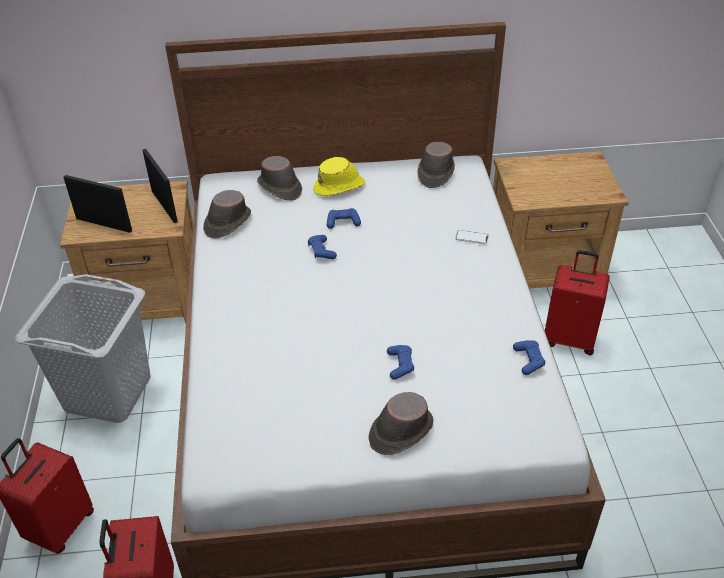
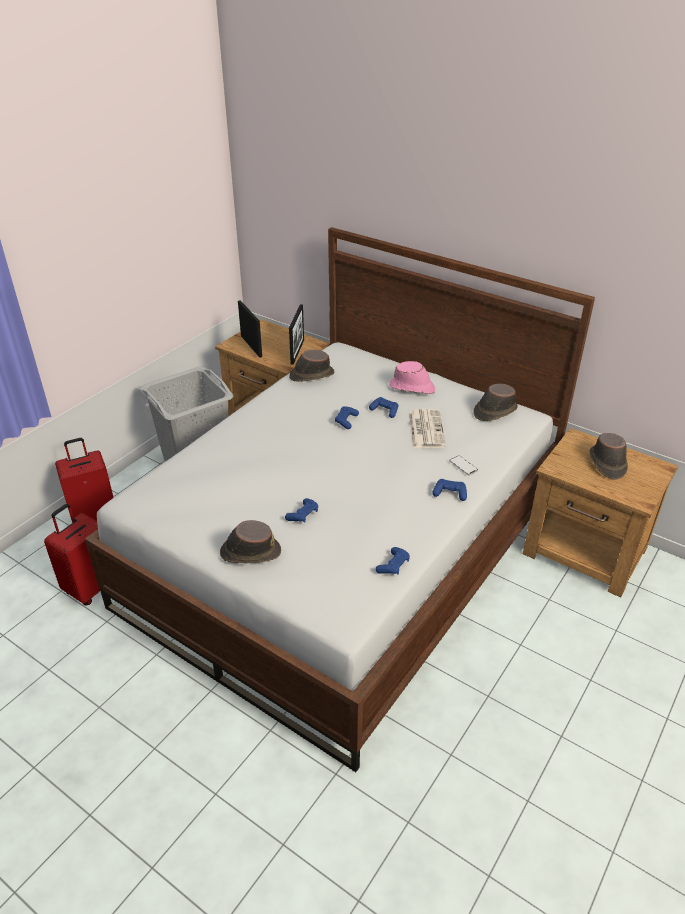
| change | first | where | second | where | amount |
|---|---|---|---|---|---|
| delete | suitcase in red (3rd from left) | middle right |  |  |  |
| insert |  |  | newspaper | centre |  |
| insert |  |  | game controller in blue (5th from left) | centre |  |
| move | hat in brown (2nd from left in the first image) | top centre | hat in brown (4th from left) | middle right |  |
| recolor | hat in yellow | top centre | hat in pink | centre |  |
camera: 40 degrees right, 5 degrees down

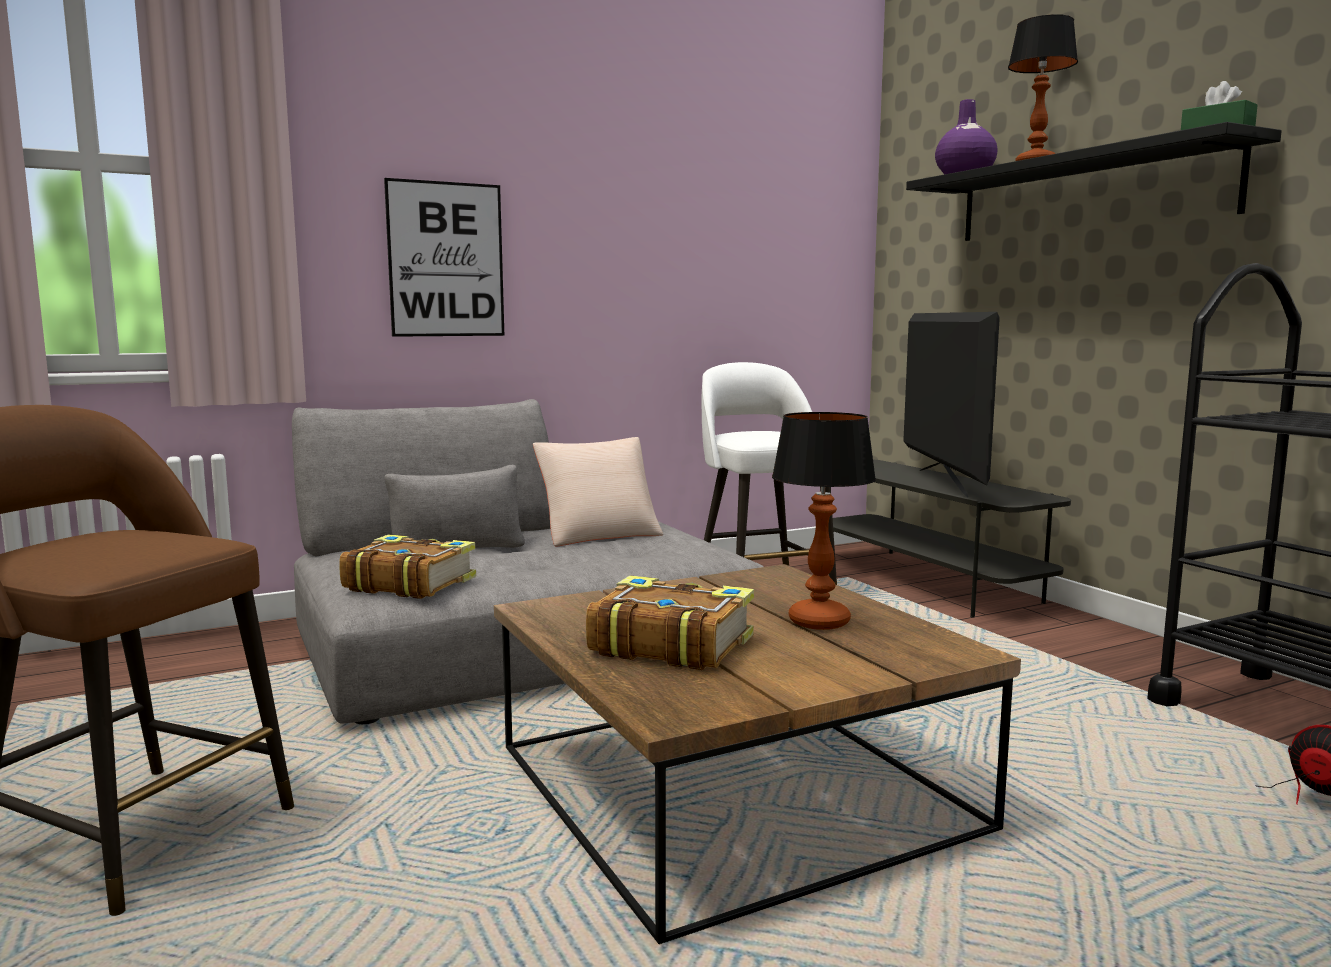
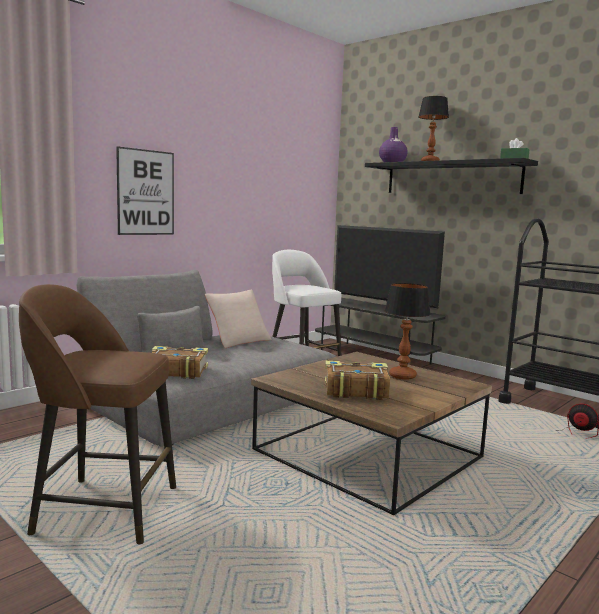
| change | first | where | second | where | amount |
|---|---|---|---|---|---|
| rotate | television | middle right |  | centre | 150 degrees clockwise |
camera: 20 degrees left, 0 degrees up

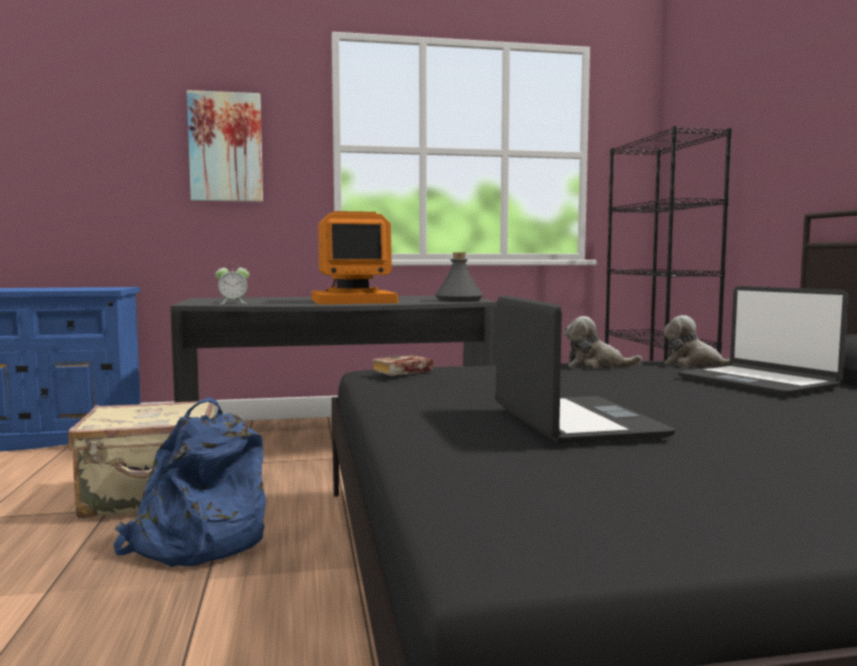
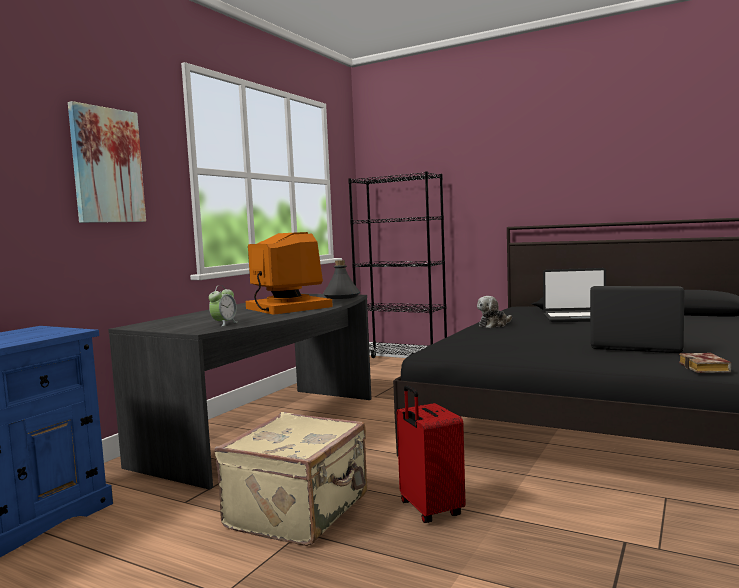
| change | first | where | second | where | amount |
|---|---|---|---|---|---|
| delete | plush toy (2nd from left) | middle right |  |  |  |
| move | book | centre |  | middle right |  |
| replace | backpack in blue | bottom left | suitcase in red | bottom centre |  |
| rotate | monitor | centre |  | centre | 60 degrees counterclockwise |
camera: 50 degrees left, 0 degrees up

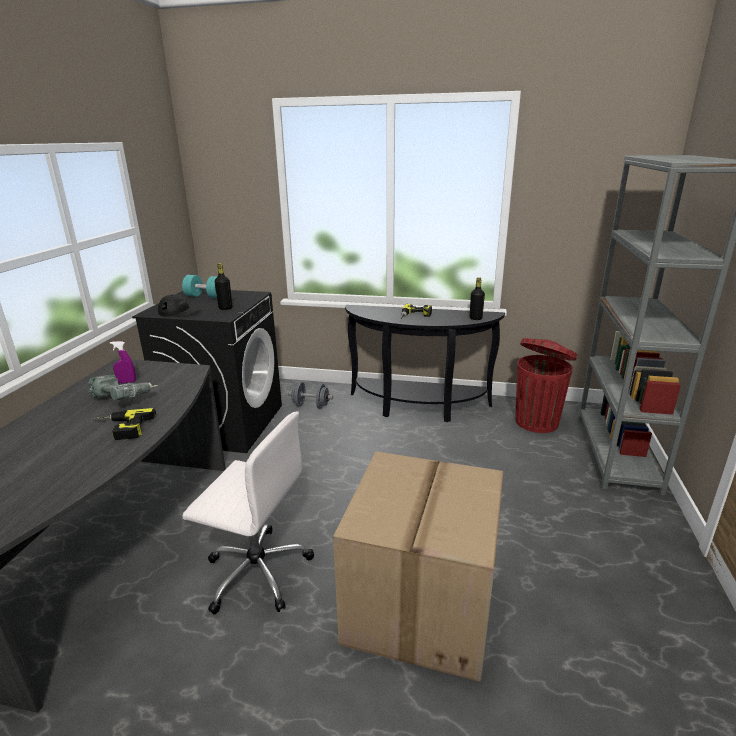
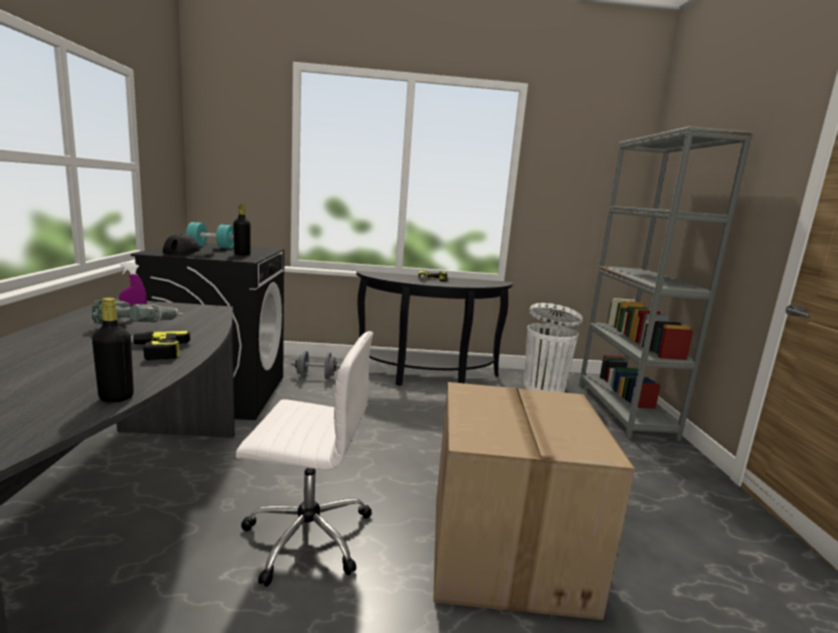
| change | first | where | second | where | amount |
|---|---|---|---|---|---|
| move | bottle in black (2nd from left in the first image) | centre | bottle in black (1st from left) | middle left |  |
| recolor | trash can in red | middle right | trash can in white | centre |  |
camera: 15 degrees left, 10 degrees down

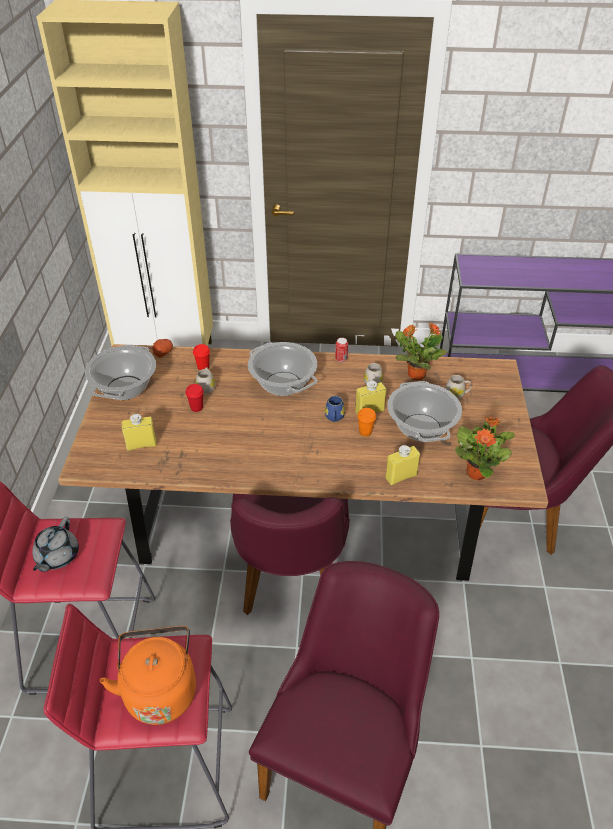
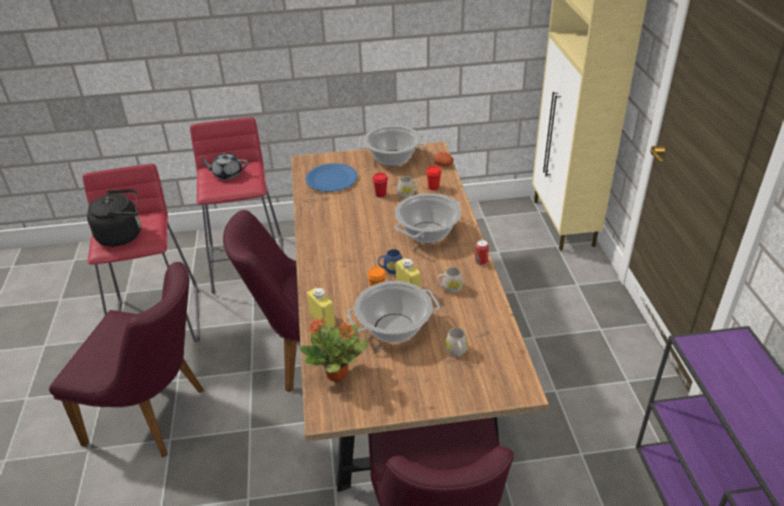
| change | first | where | second | where | amount |
|---|---|---|---|---|---|
| delete | potted plant (1st from left) | middle right |  |  |  |
| replace | bottle in yellow (1st from left) | middle left | plate in blue | centre |  |
| recolor | kettle in orange | bottom left | kettle in black | middle left |  |
camera: 80 degrees right, 5 degrees down

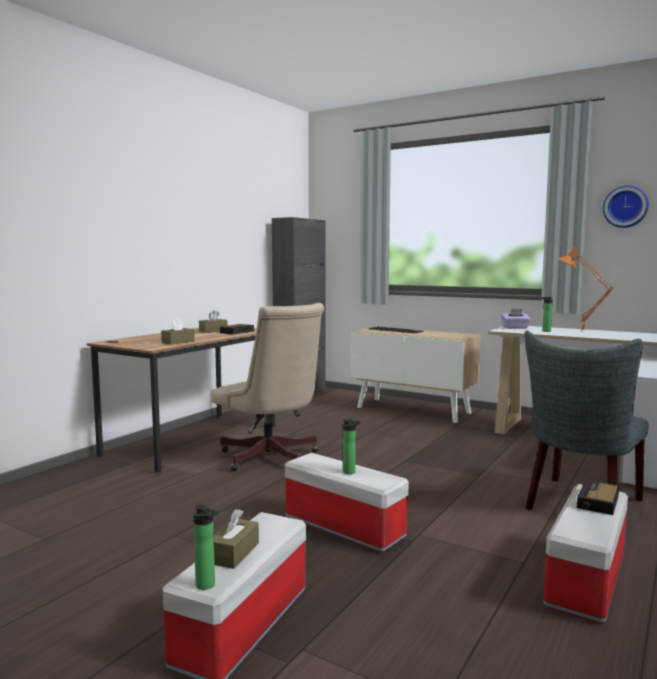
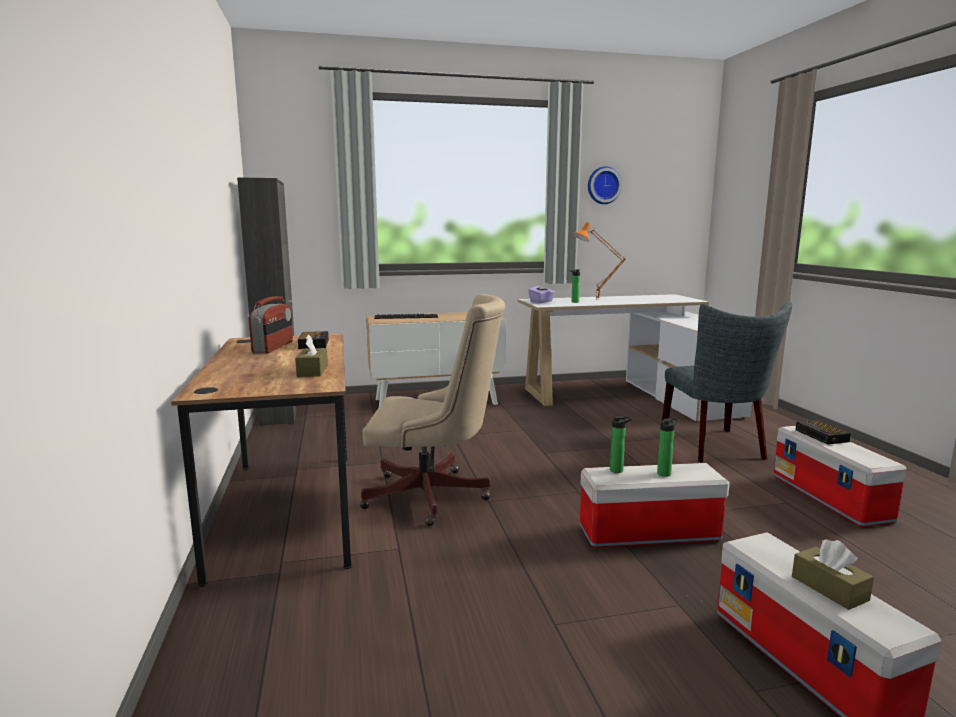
| change | first | where | second | where | amount |
|---|---|---|---|---|---|
| move | bottle (1st from left in the first image) | bottom left | bottle (2nd from left) | centre |  |
| replace | tissue box in brown (2nd from left) | middle left | radio | middle left |  |
camera: 45 degrees left, 5 degrees up

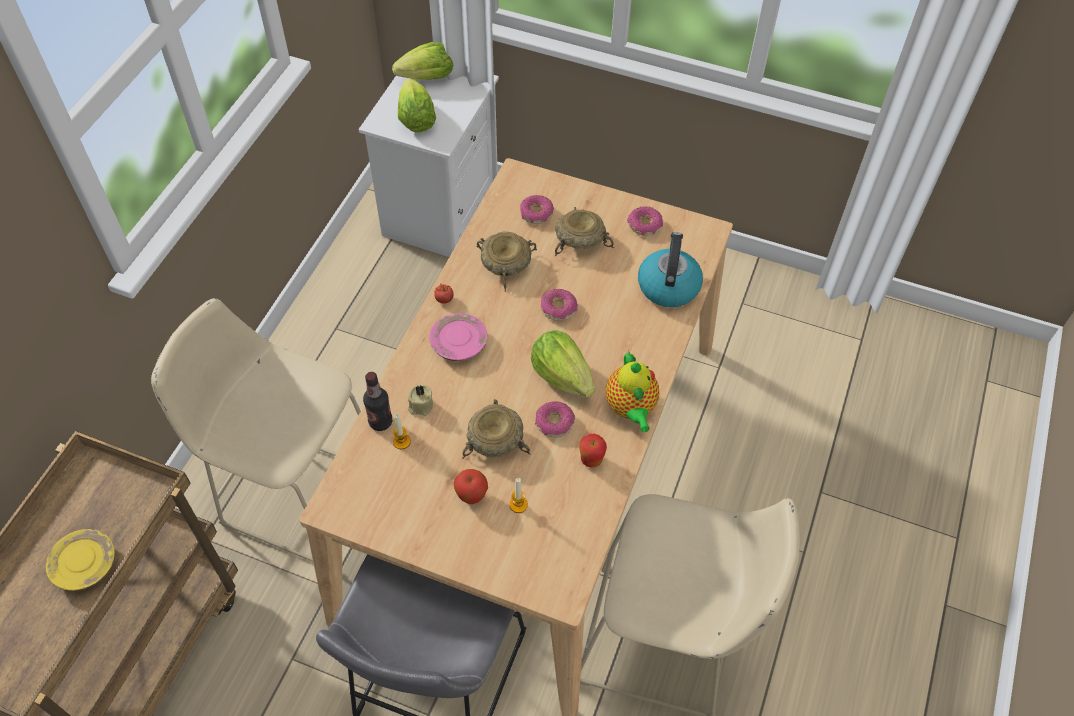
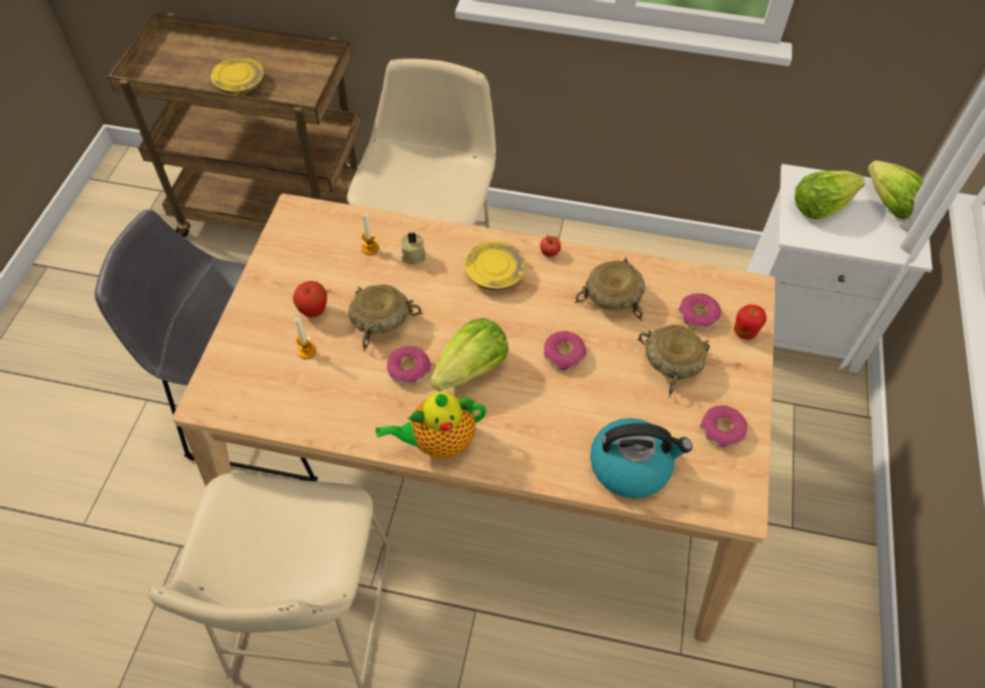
| change | first | where | second | where | amount |
|---|---|---|---|---|---|
| delete | bottle | centre |  |  |  |
| move | apple (2nd from left) | centre |  | middle right |  |
| recolor | plate in pink | centre | plate in yellow (2nd from left) | centre |  |
camera: 80 degrees right, 0 degrees up

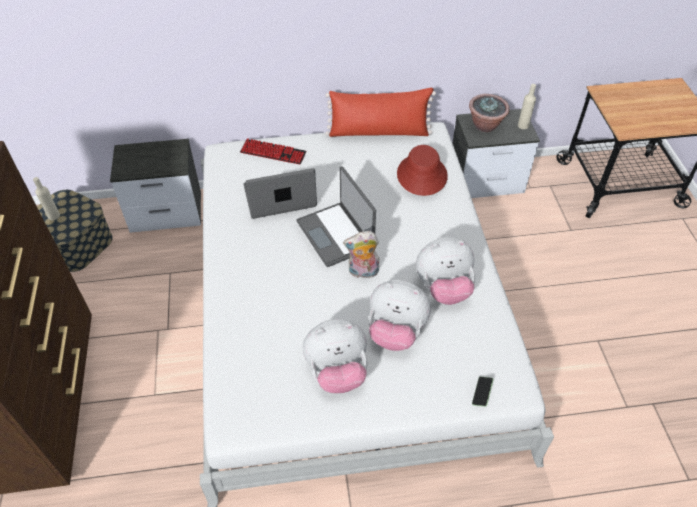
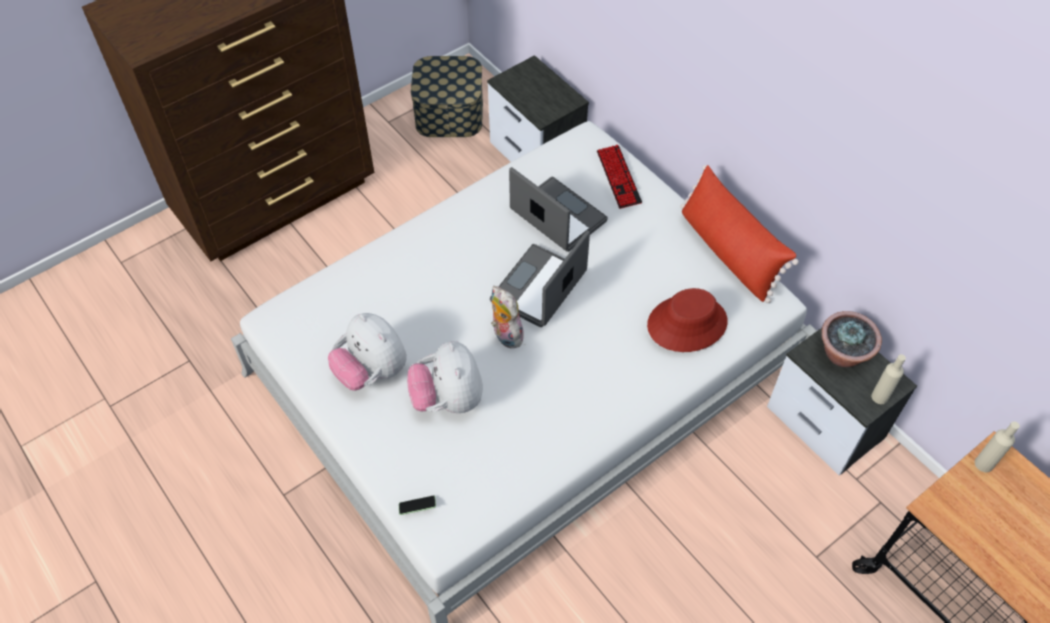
| change | first | where | second | where | amount |
|---|---|---|---|---|---|
| delete | plush toy (4th from left) | centre |  |  |  |
| move | bottle in beige (1st from left in the first image) | middle left | bottle in beige (2nd from left) | bottom right |  |
camera: 60 degrees right, 5 degrees up

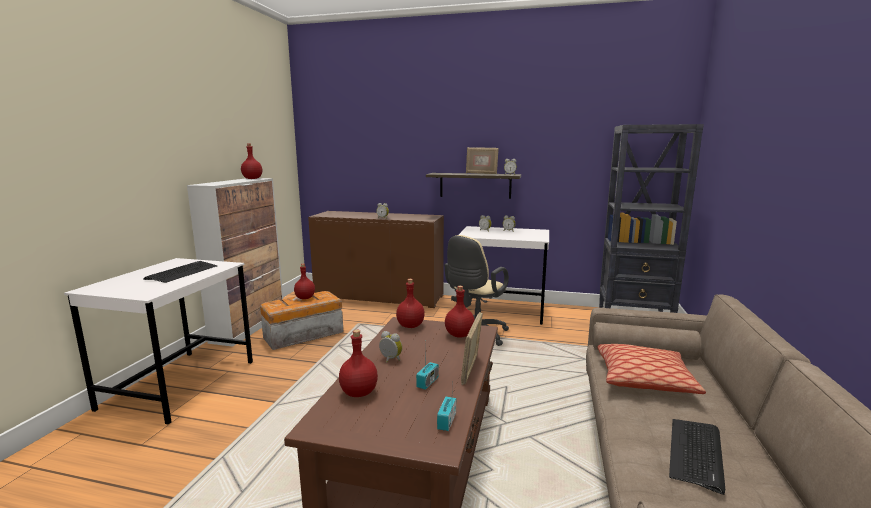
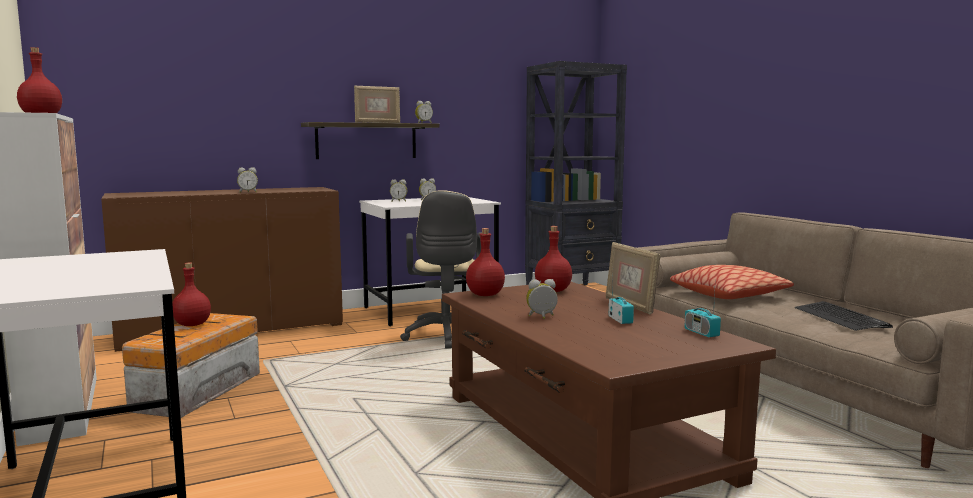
| change | first | where | second | where | amount |
|---|---|---|---|---|---|
| delete | keyboard (1st from left) | middle left |  |  |  |
| delete | bottle in red (3rd from left) | bottom centre |  |  |  |
camera: 40 degrees left, 5 degrees down

